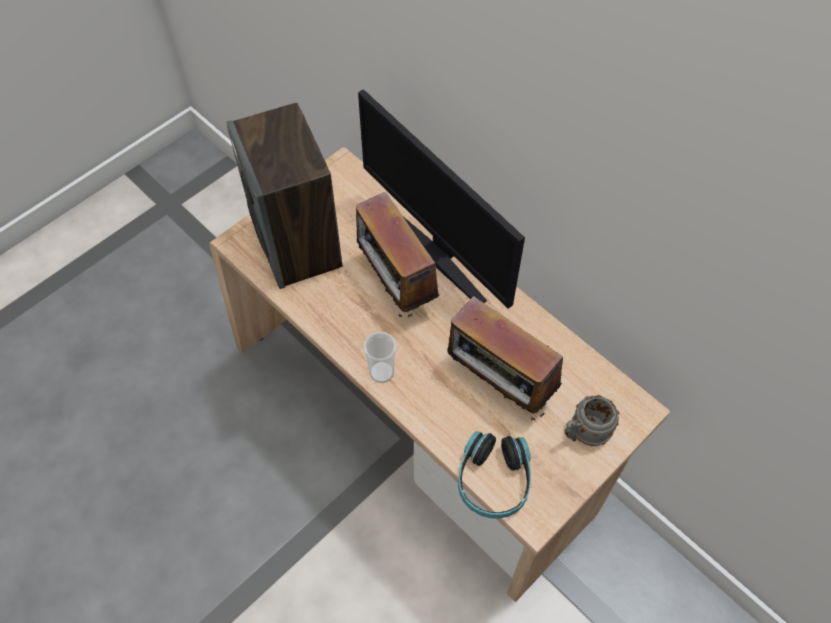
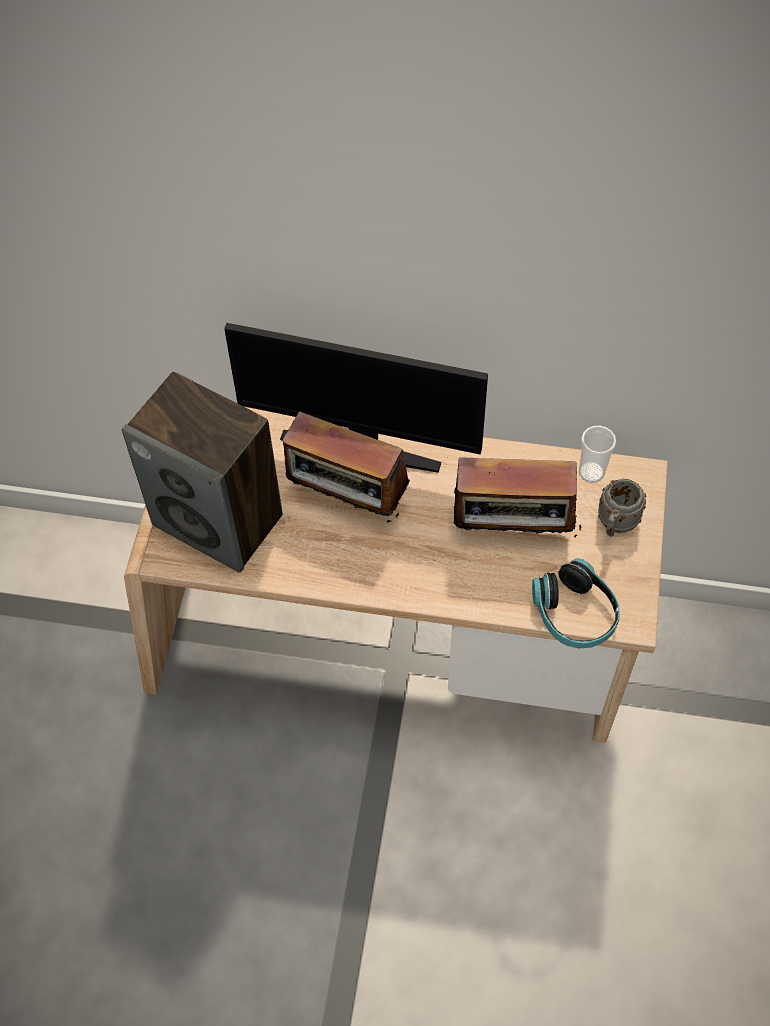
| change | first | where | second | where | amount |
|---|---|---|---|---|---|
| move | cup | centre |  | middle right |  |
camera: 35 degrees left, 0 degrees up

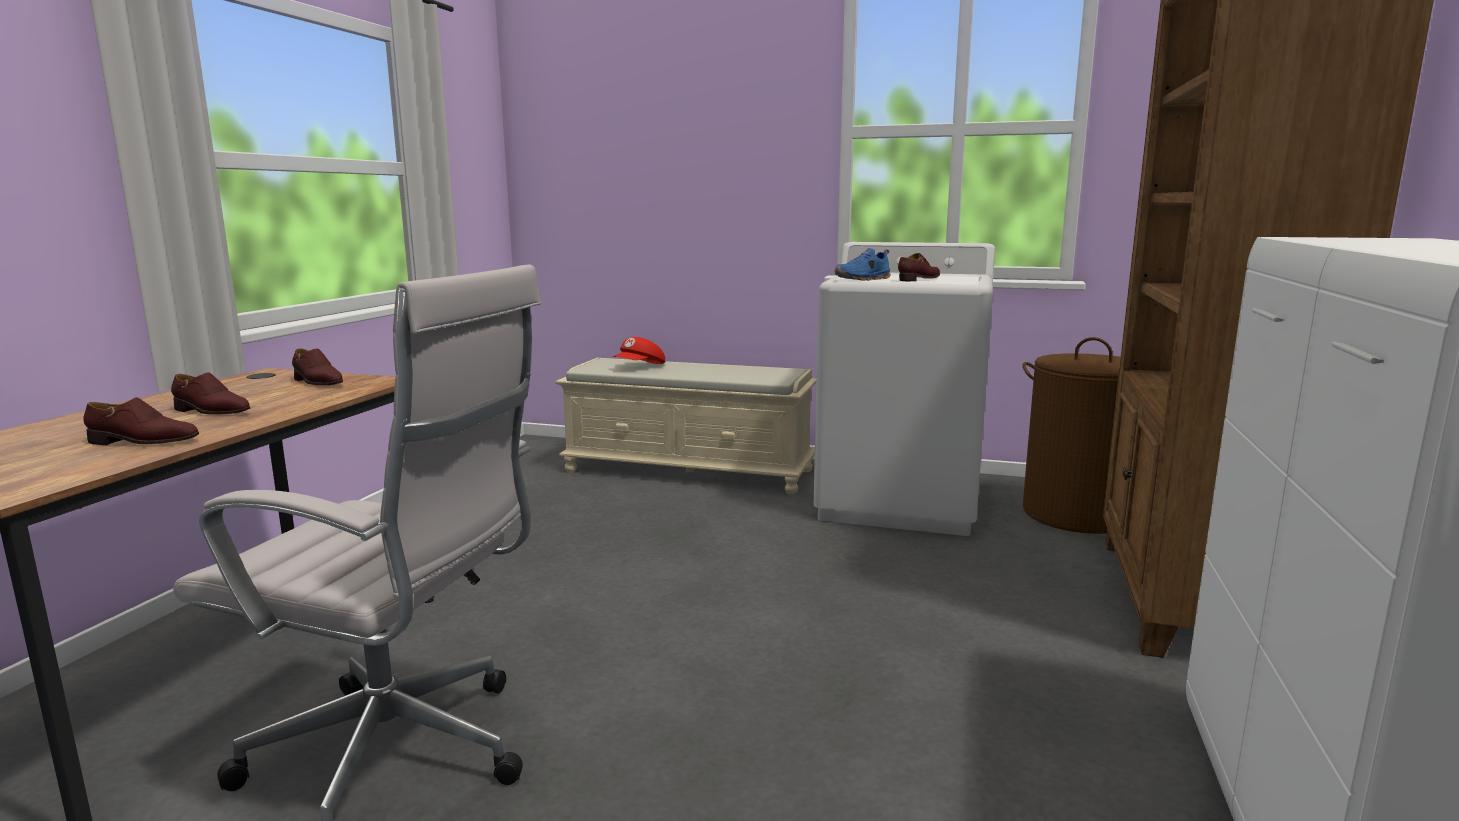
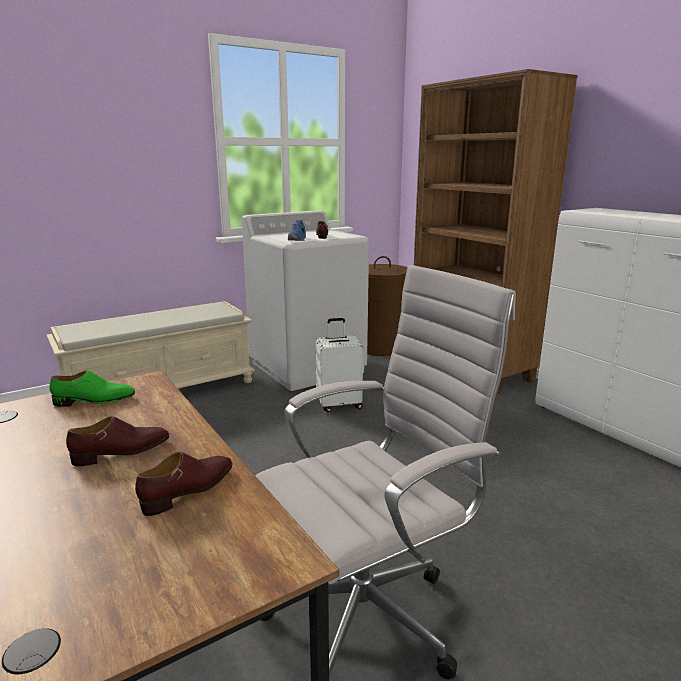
| change | first | where | second | where | amount |
|---|---|---|---|---|---|
| delete | cap in red | centre |  |  |  |
| insert |  |  | suitcase in white | centre |  |
| recolor | shoe in brown (3rd from left) | middle left | shoe in green | middle left |  |
camera: 50 degrees left, 5 degrees up

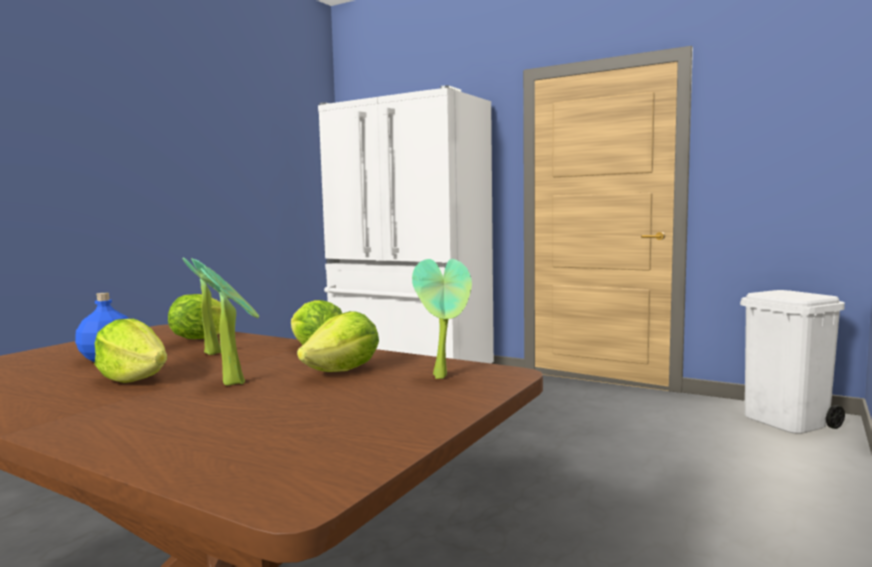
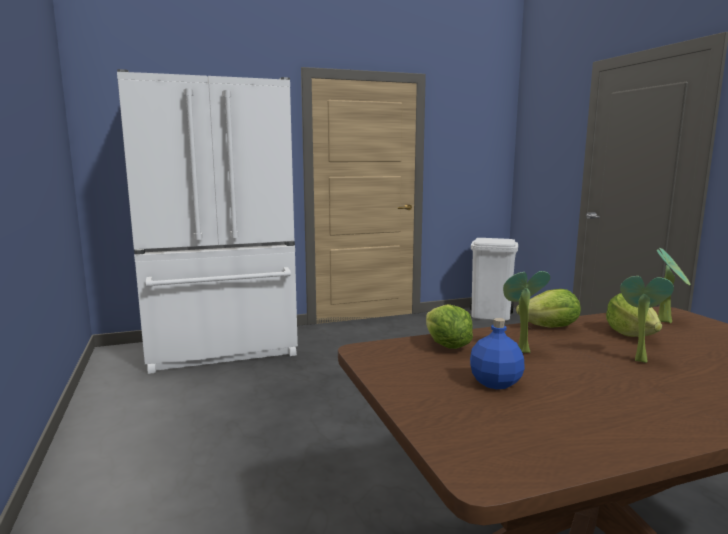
| change | first | where | second | where | amount |
|---|---|---|---|---|---|
| delete | lettuce (1st from left) | middle left |  |  |  |
camera: 50 degrees left, 5 degrees up

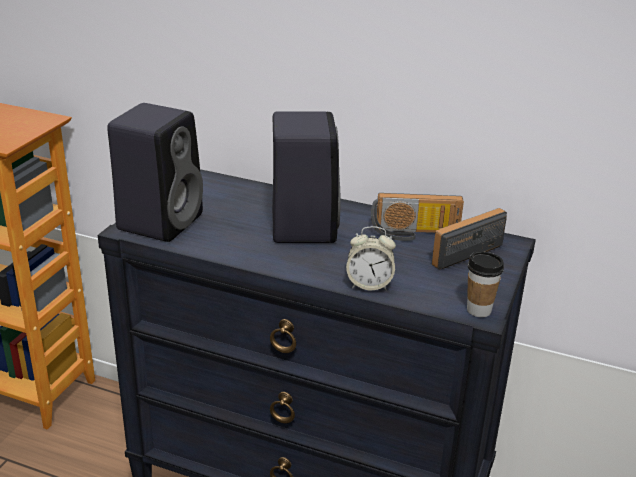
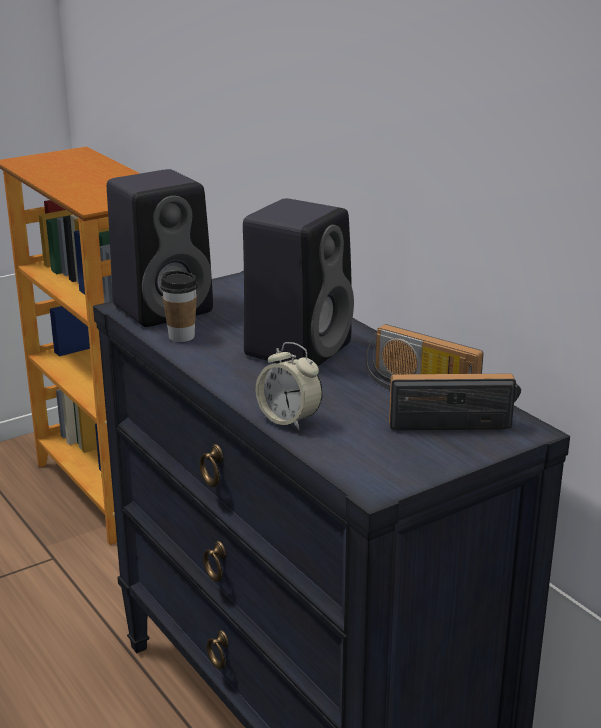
| change | first | where | second | where | amount |
|---|---|---|---|---|---|
| move | cup | middle right |  | middle left |  |
camera: 35 degrees right, 5 degrees down

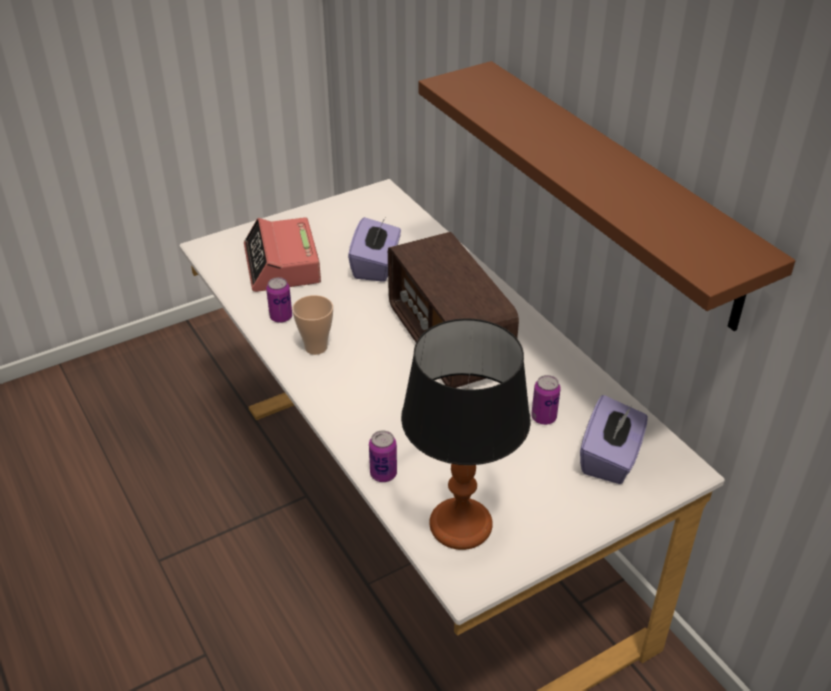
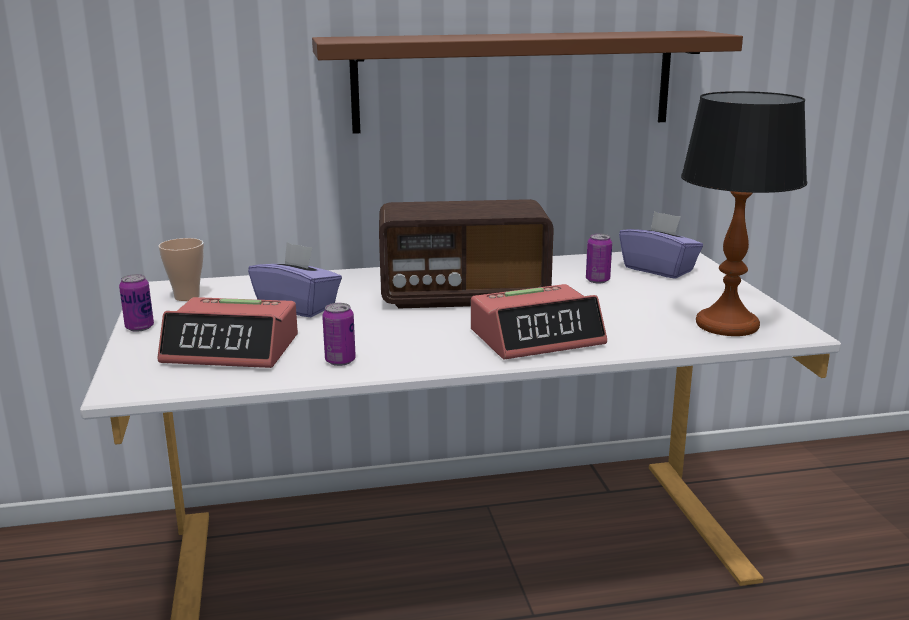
| change | first | where | second | where | amount |
|---|---|---|---|---|---|
| insert |  |  | alarm clock (2nd from left) | centre |  |
| move | cup | centre |  | middle left |  |
| move | can (2nd from left in the first image) | centre | can (1st from left) | middle left |  |
camera: 70 degrees left, 20 degrees down

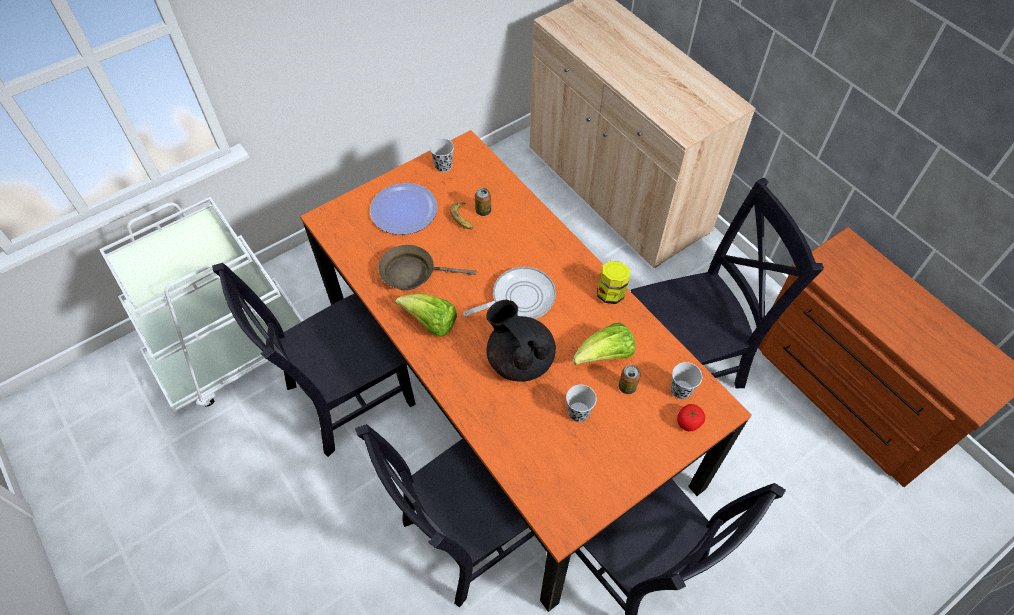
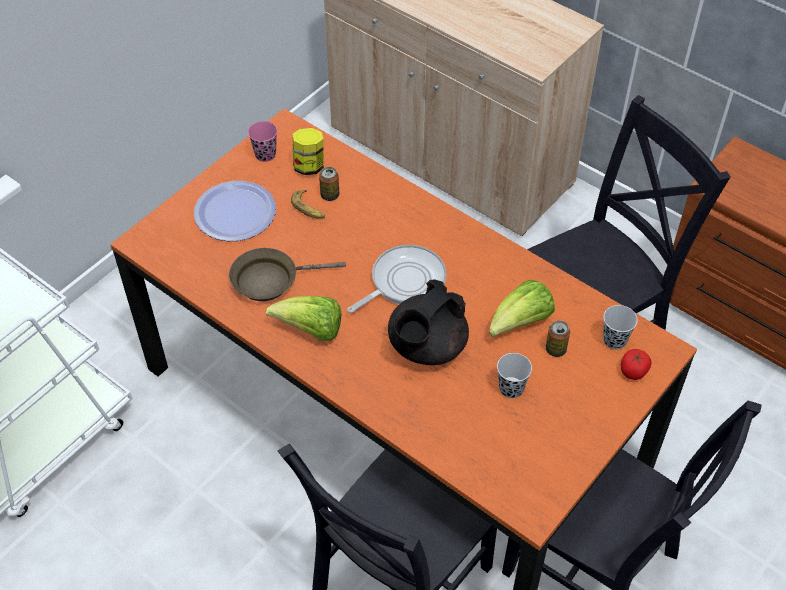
| change | first | where | second | where | amount |
|---|---|---|---|---|---|
| delete | chair in black (1st from left) | middle left |  |  |  |
| move | jar | centre |  | top centre |  |
| recolor | cup in black (1st from left) | top centre | cup in pink | top centre |  |
| rotate | teapot in black | centre |  | centre | 90 degrees counterclockwise |
camera: 15 degrees left, 5 degrees down

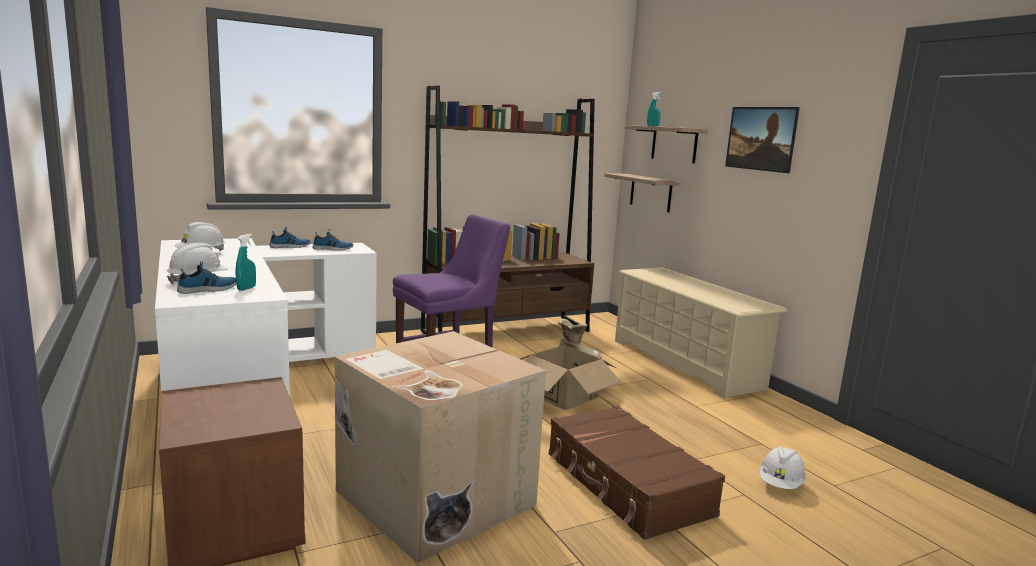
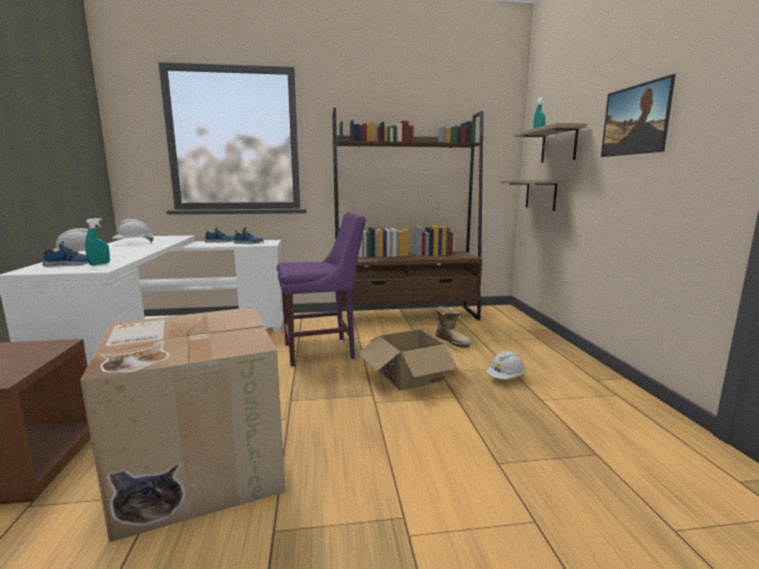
| change | first | where | second | where | amount |
|---|---|---|---|---|---|
| delete | suitcase in brown | bottom centre |  |  |  |
| delete | shoe rack in beige | middle right |  |  |  |
| move | hard hat in white (3rd from left) | bottom right |  | middle right |  |
camera: 20 degrees right, 0 degrees up

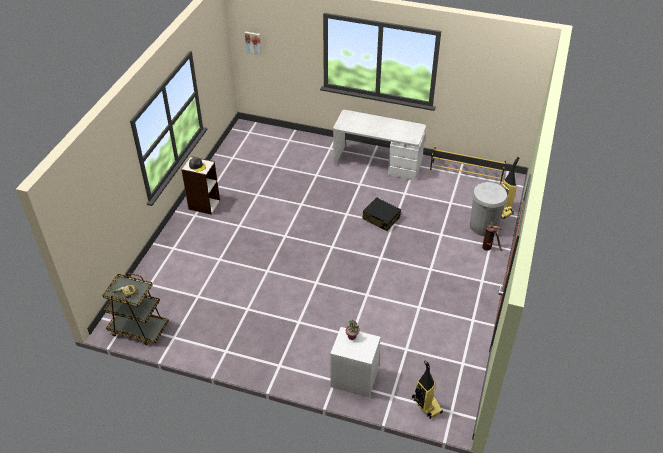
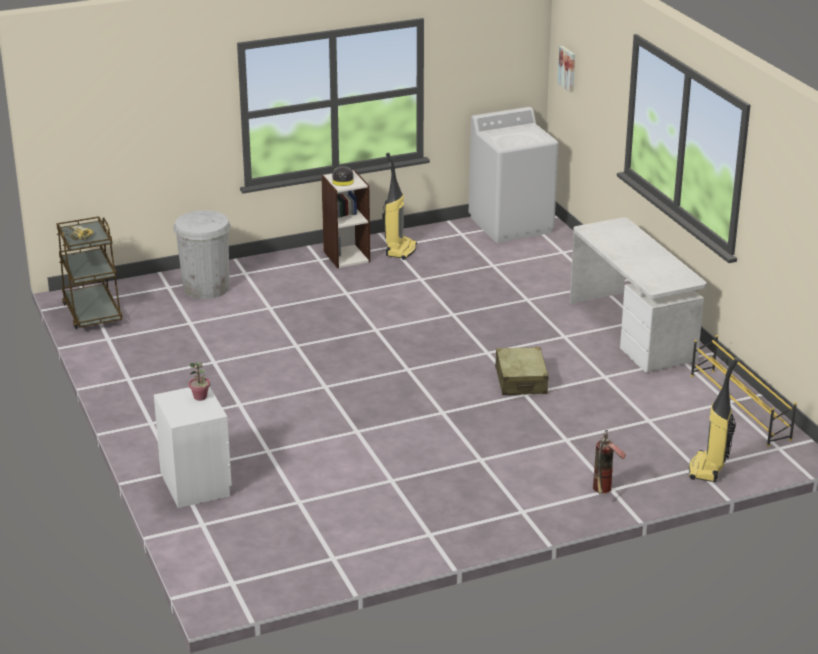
| change | first | where | second | where | amount |
|---|---|---|---|---|---|
| insert |  |  | washing machine in white | top centre |  |
| move | vacuum cleaner (1st from left) | bottom centre |  | top centre |  |
| move | trash can in white | middle right |  | middle left |  |
| recolor | suitcase in black | centre | suitcase in beige | centre |  |
camera: 50 degrees right, 15 degrees down

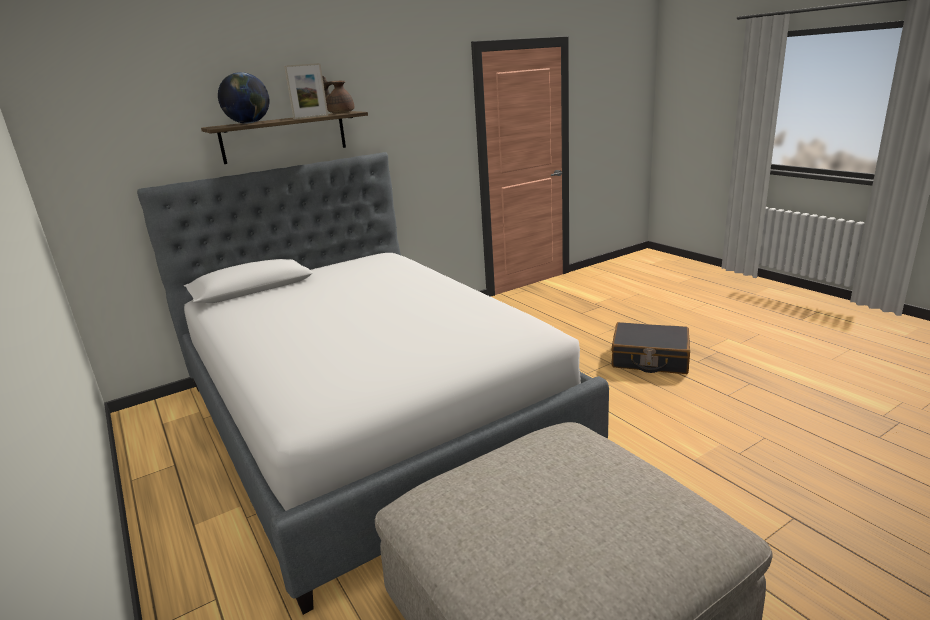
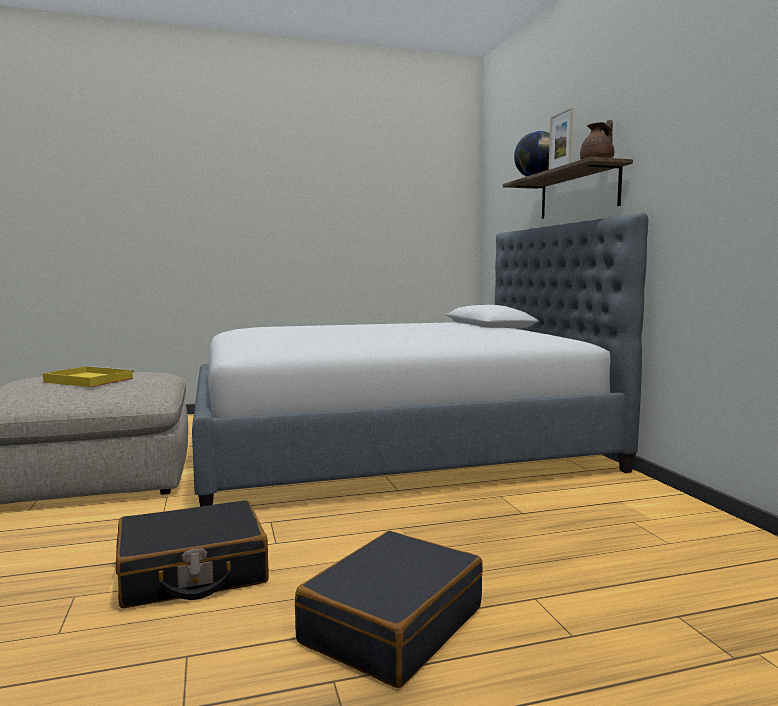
| change | first | where | second | where | amount |
|---|---|---|---|---|---|
| insert |  |  | tray in yellow | middle left |  |
| insert |  |  | suitcase in black (1st from left) | bottom left |  |
camera: 105 degrees right, 15 degrees down

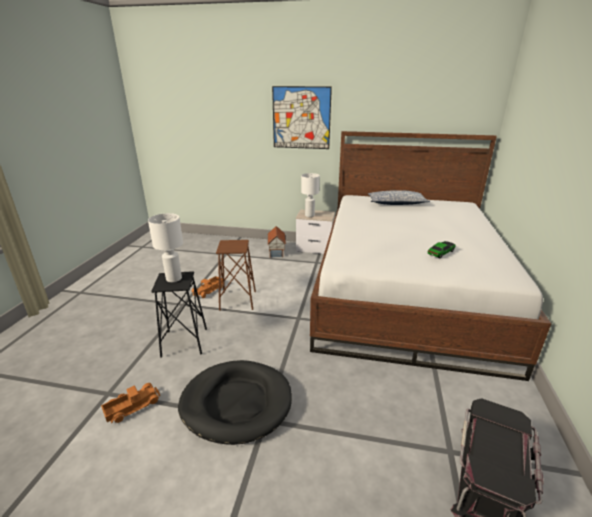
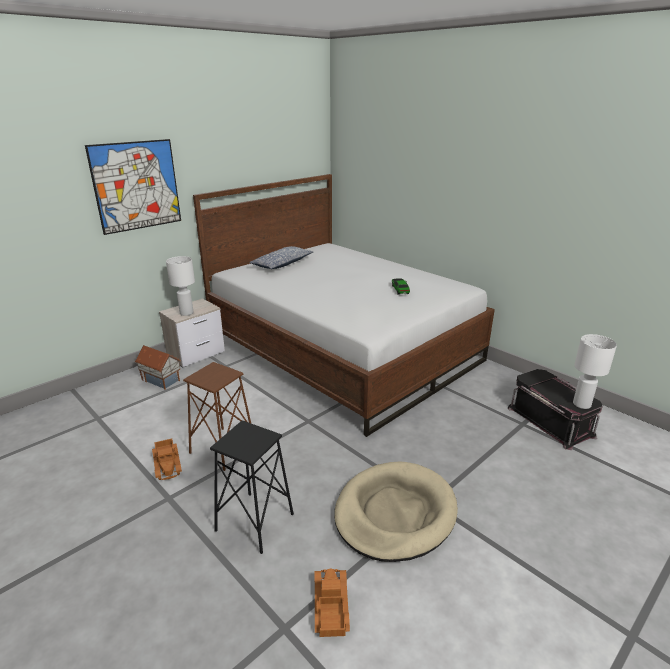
| change | first | where | second | where | amount |
|---|---|---|---|---|---|
| move | table lamp in white (1st from left in the first image) | middle left | table lamp in white (2nd from left) | middle right |  |
| recolor | dog bed in black | bottom centre | dog bed in beige | bottom centre |  |
camera: 55 degrees left, 0 degrees up

